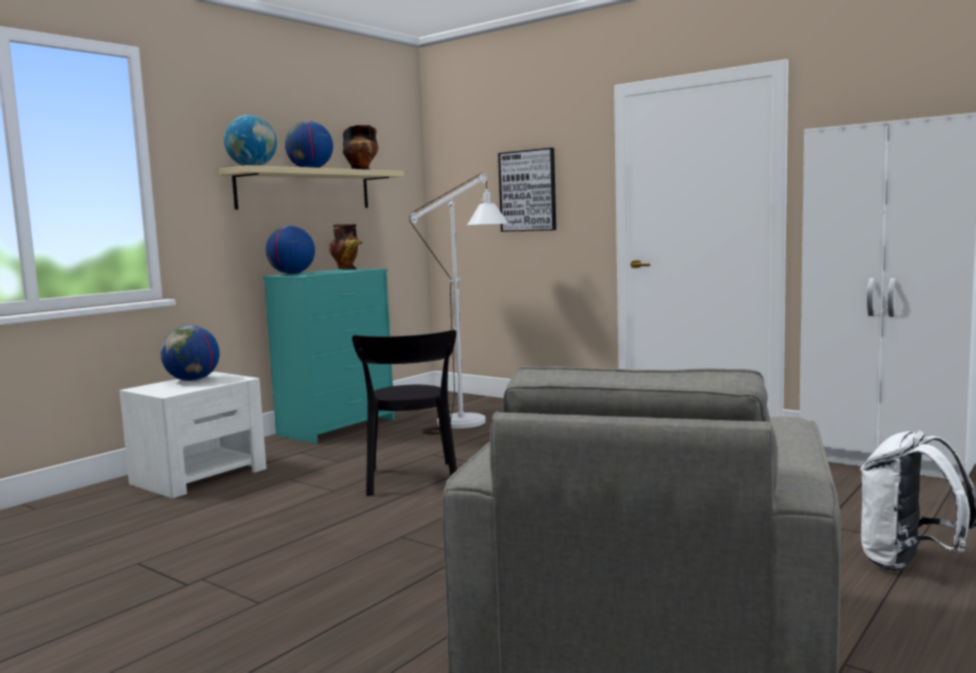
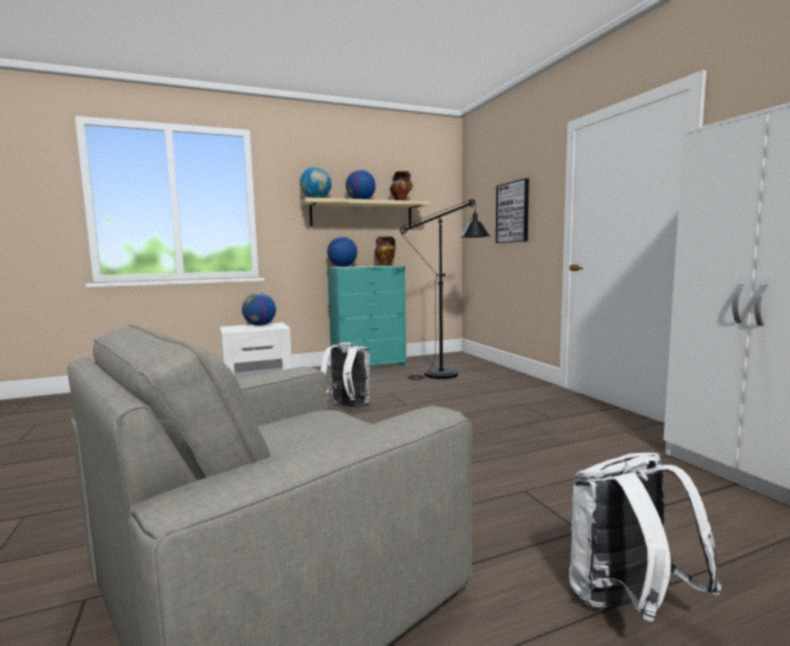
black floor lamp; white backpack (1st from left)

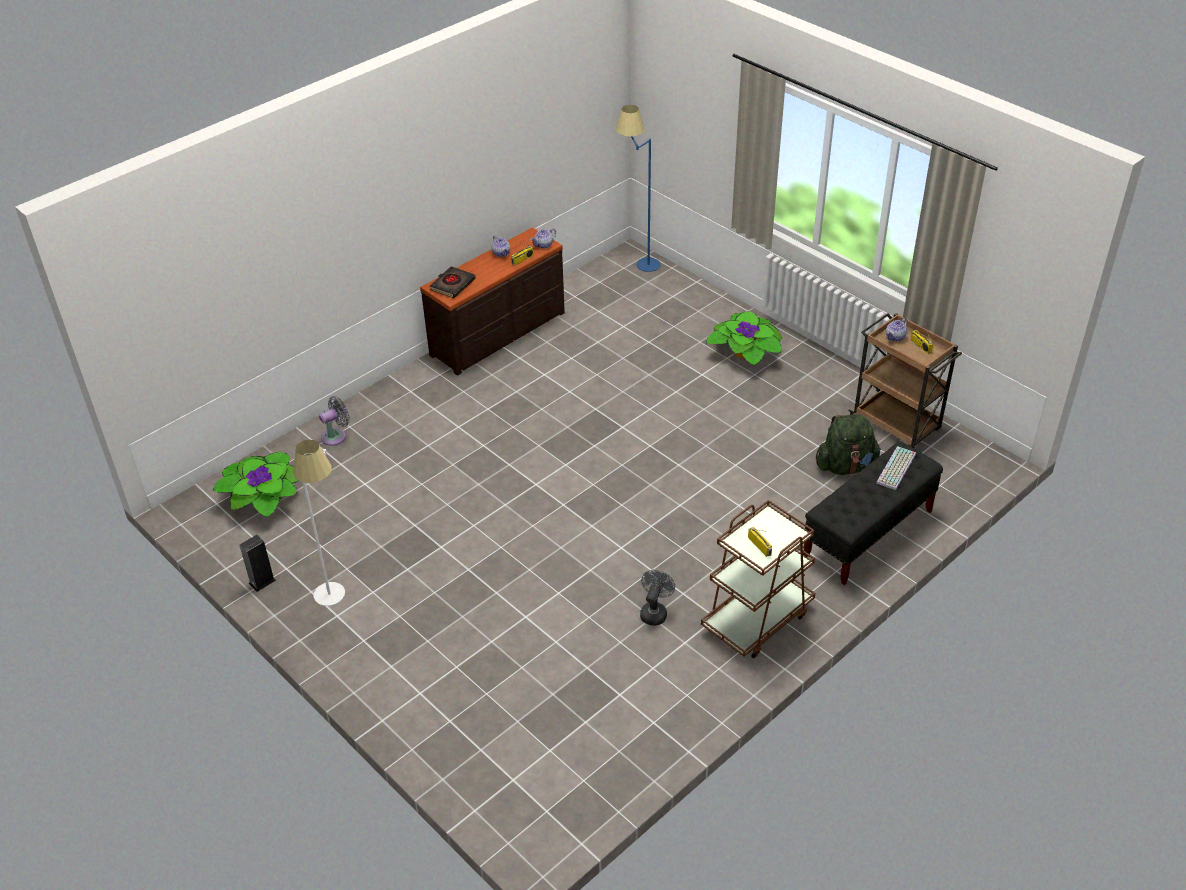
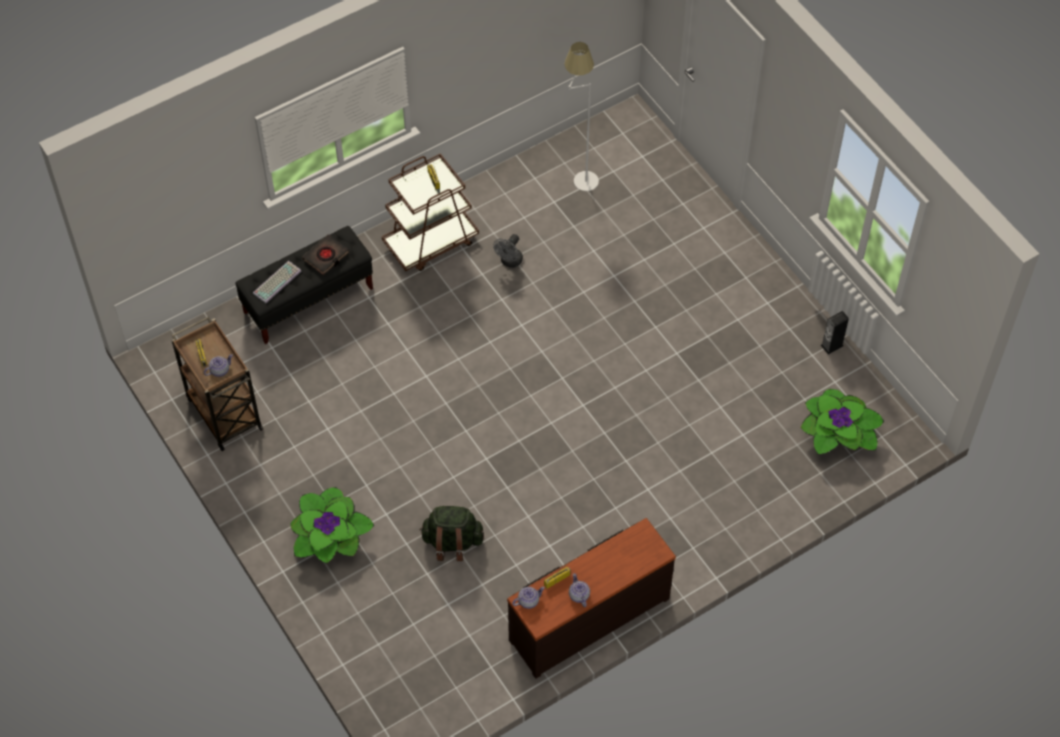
blue floor lamp; black book; grey fan (1st from left in the first image); green backpack; white floor lamp

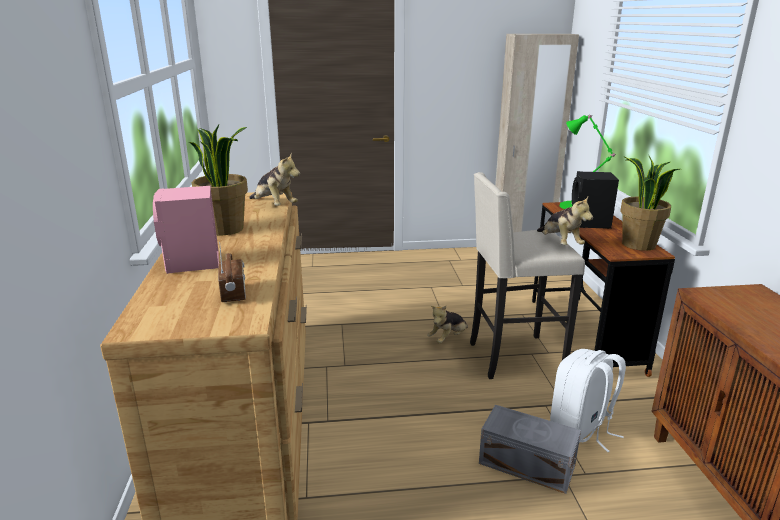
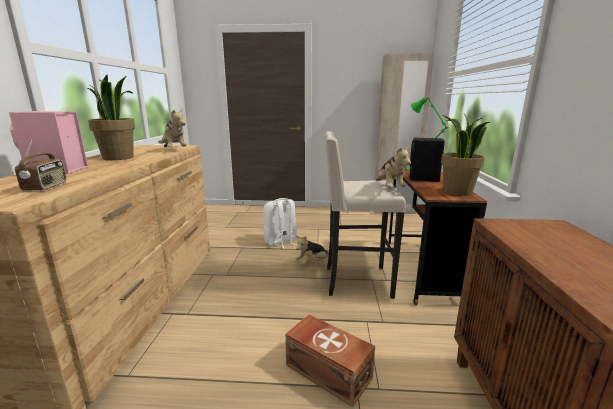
white backpack; brown storage box

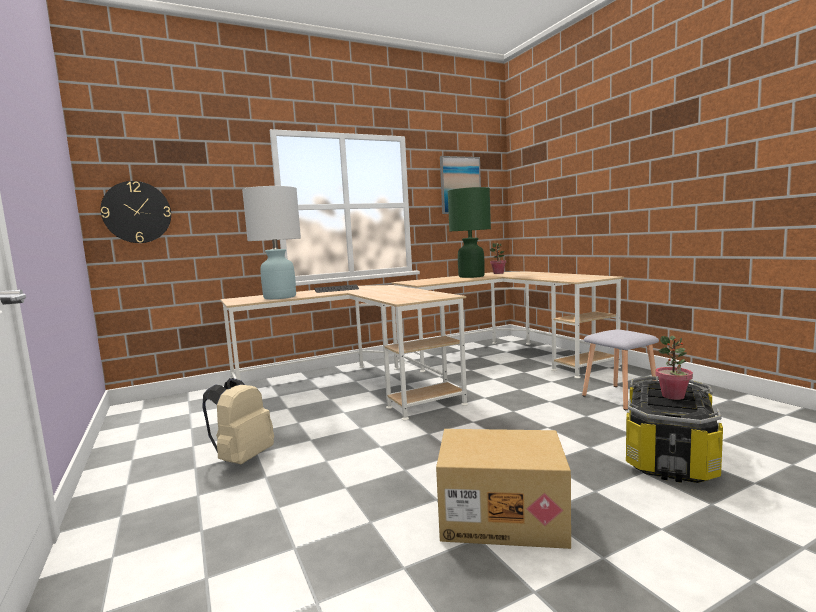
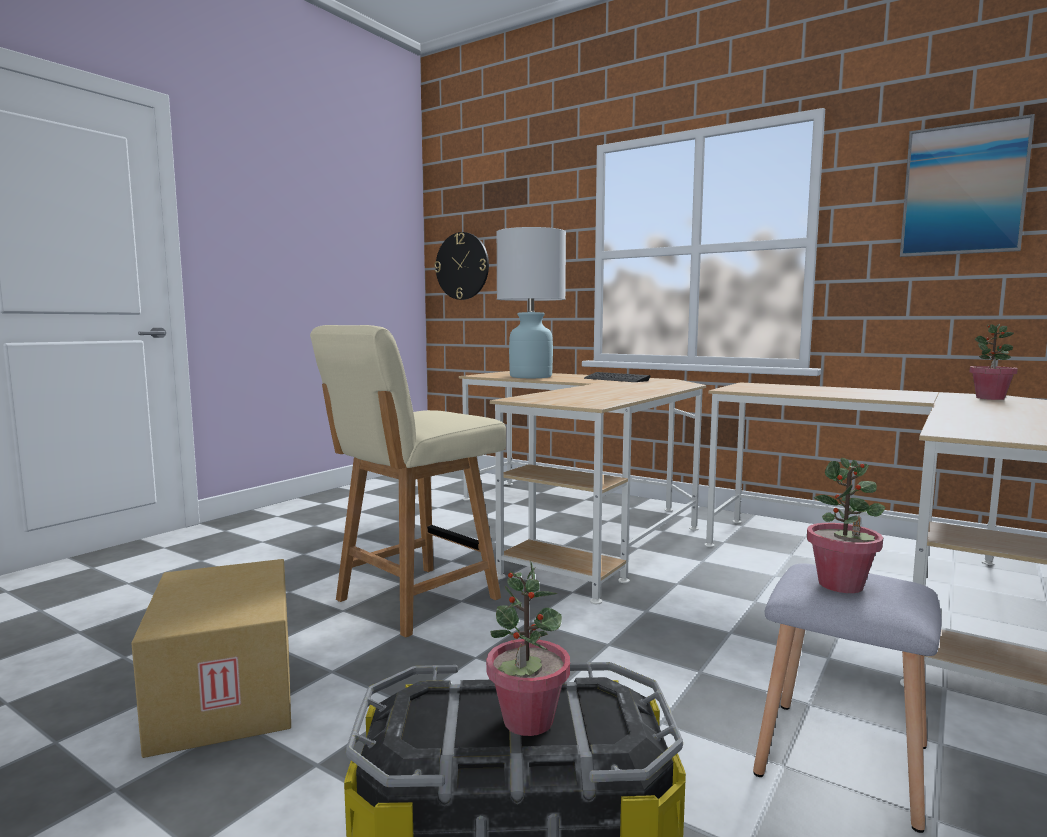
green table lamp; beige backpack; beige chair; potted plant (2nd from left)

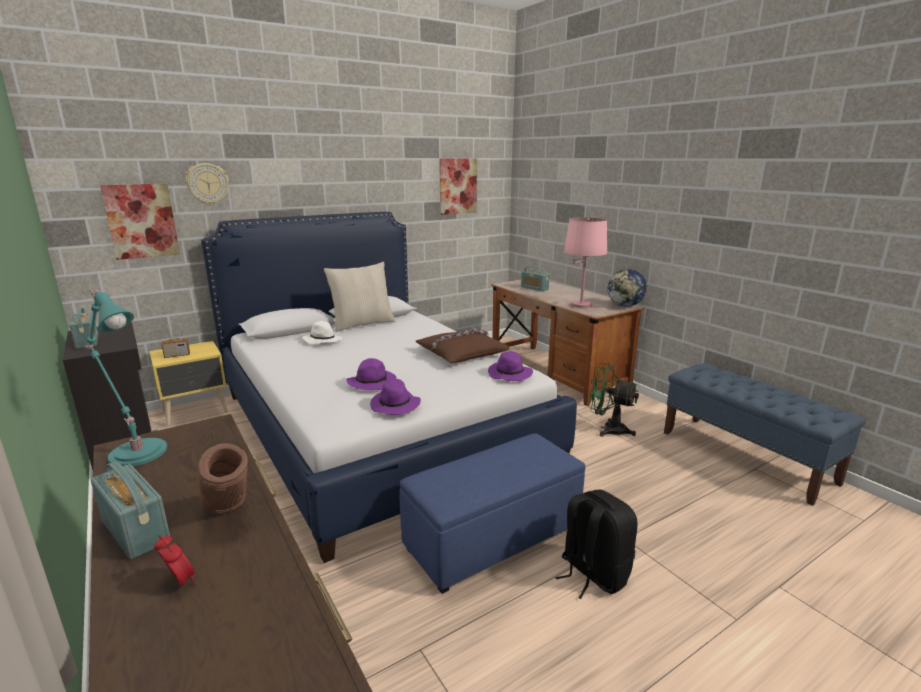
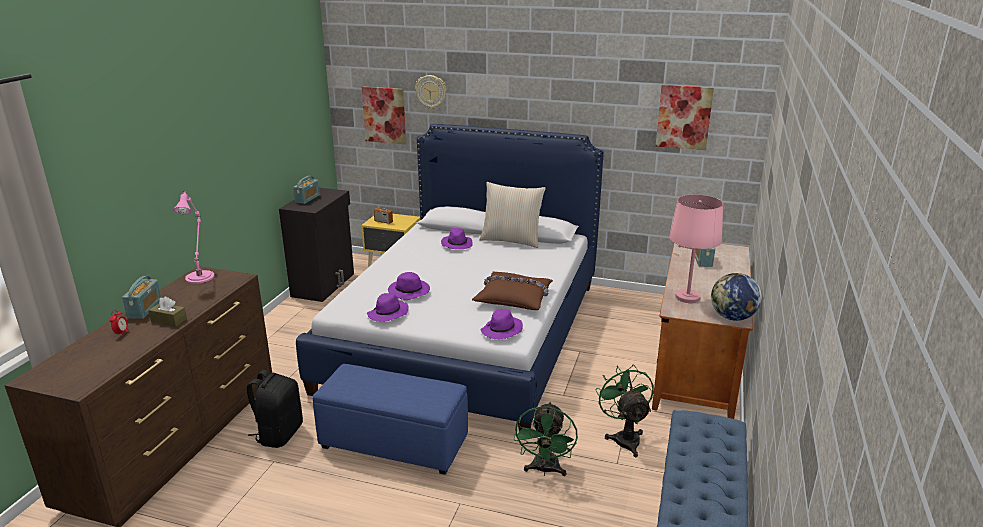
pink table lamp (1st from left); purple hat (3rd from left); brown tissue box; black backpack; green fan (1st from left)

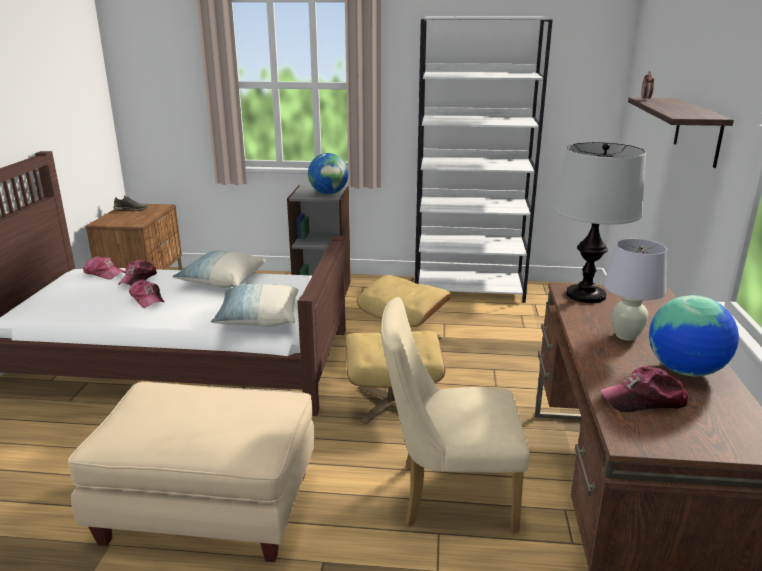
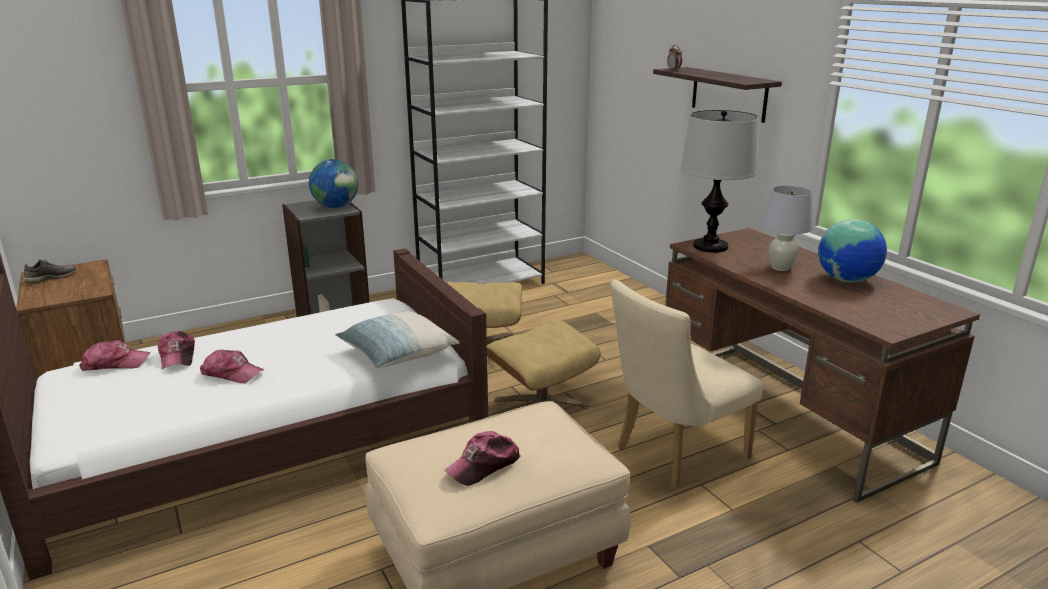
pillow (1st from left in the first image); cap (4th from left)

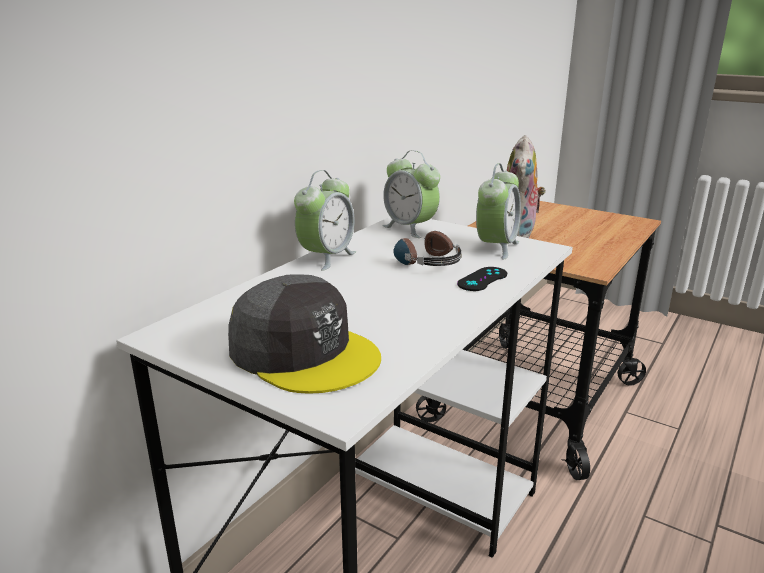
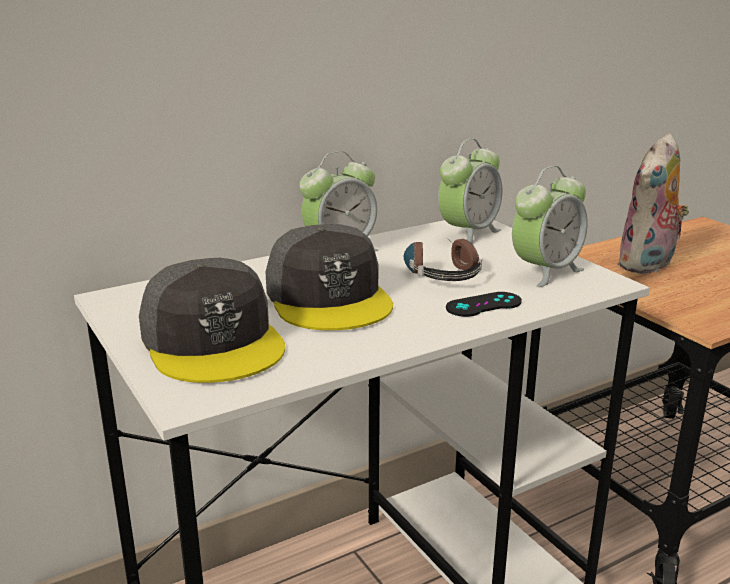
alarm clock (2nd from left); grey cap (2nd from left)

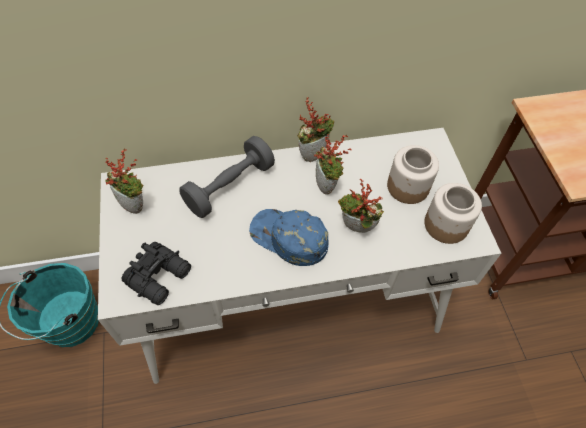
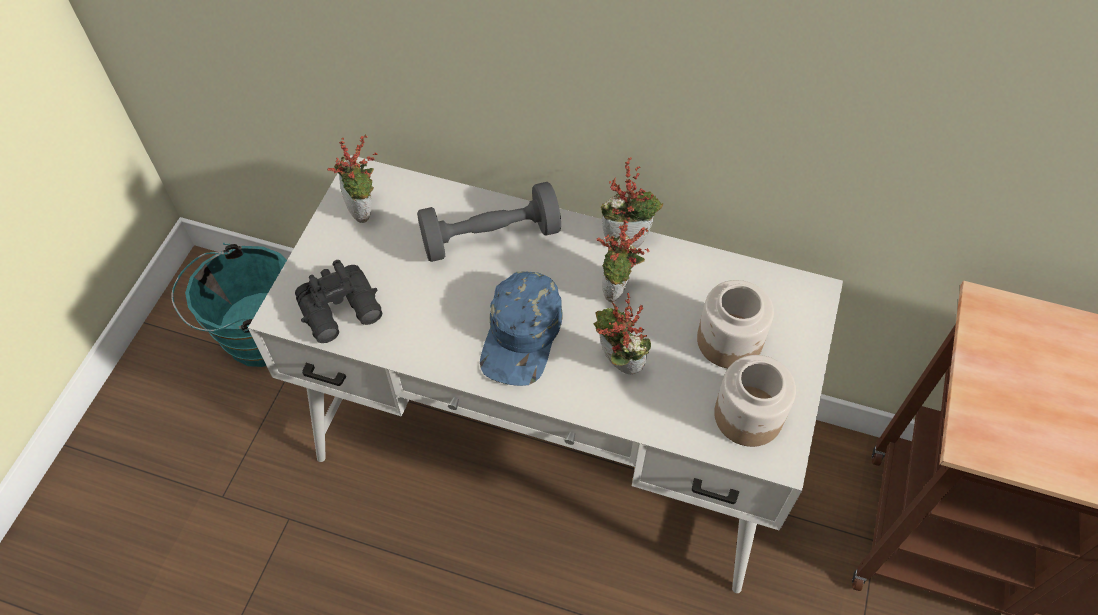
blue cap

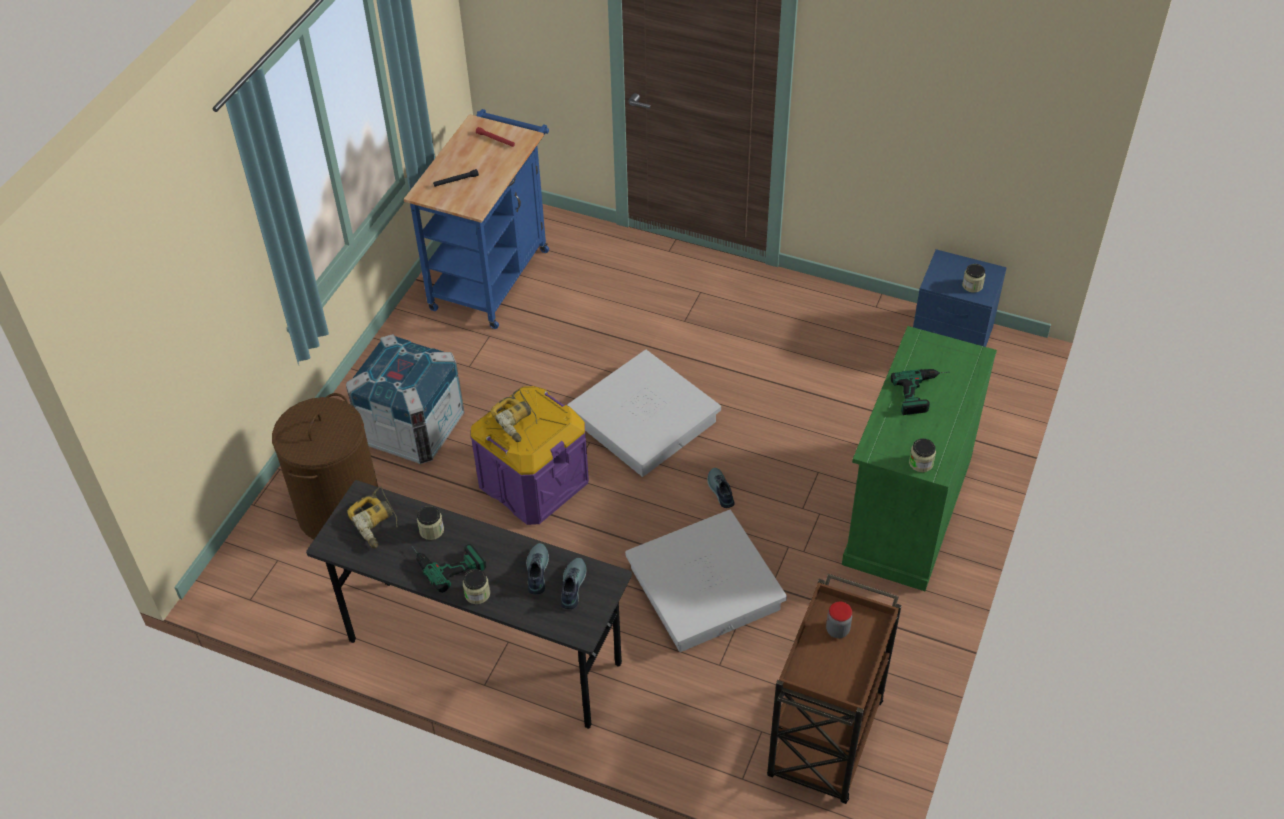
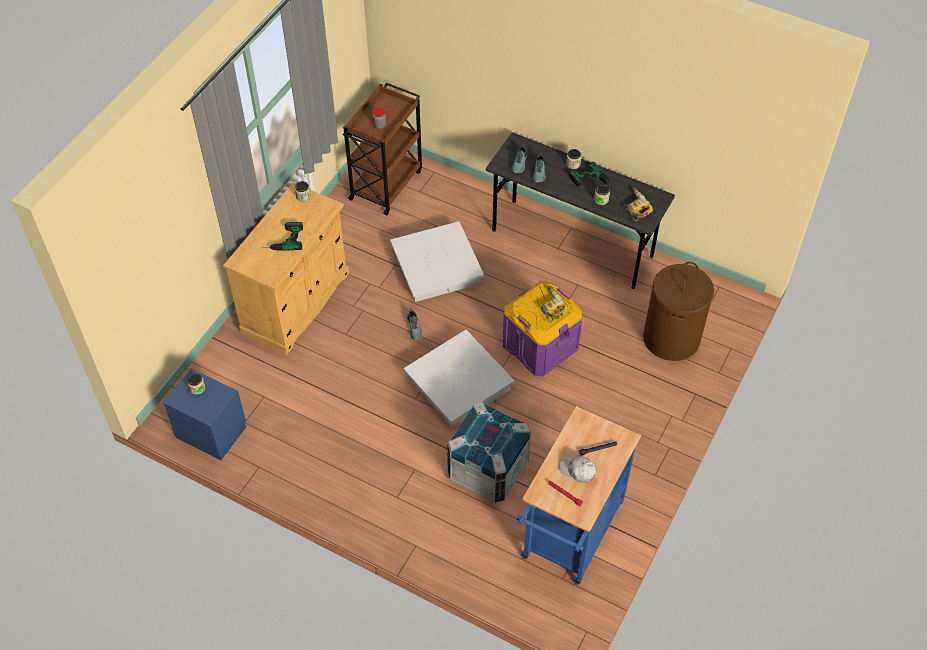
beige cabinet; crate; white cap

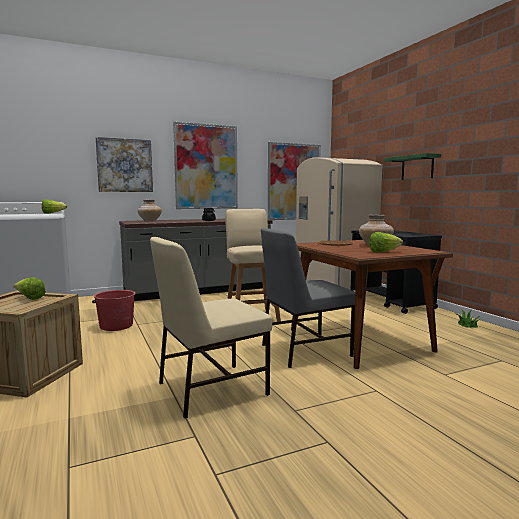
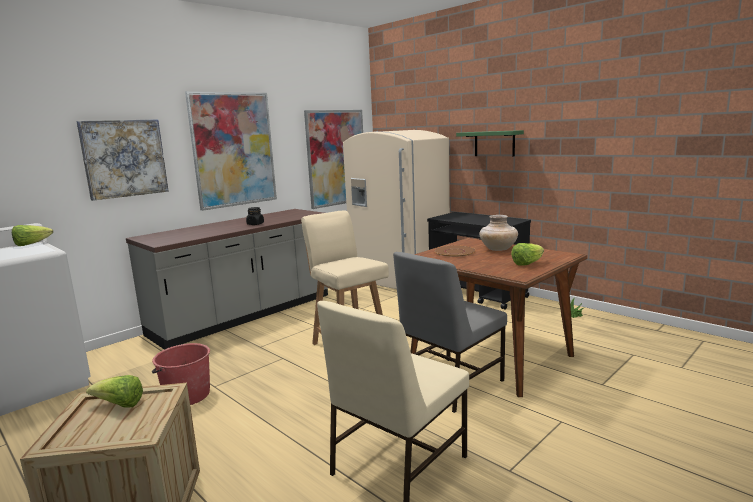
beige vase (1st from left in the first image)

